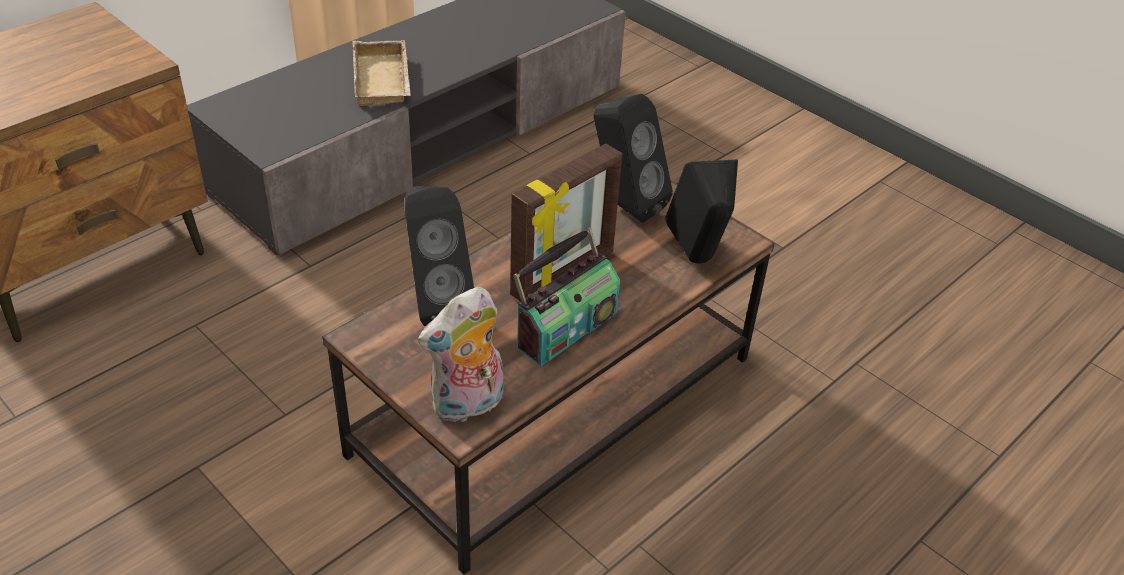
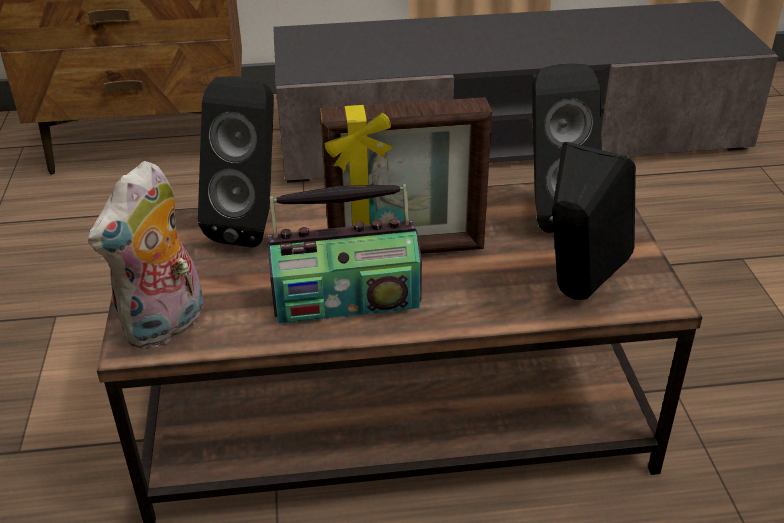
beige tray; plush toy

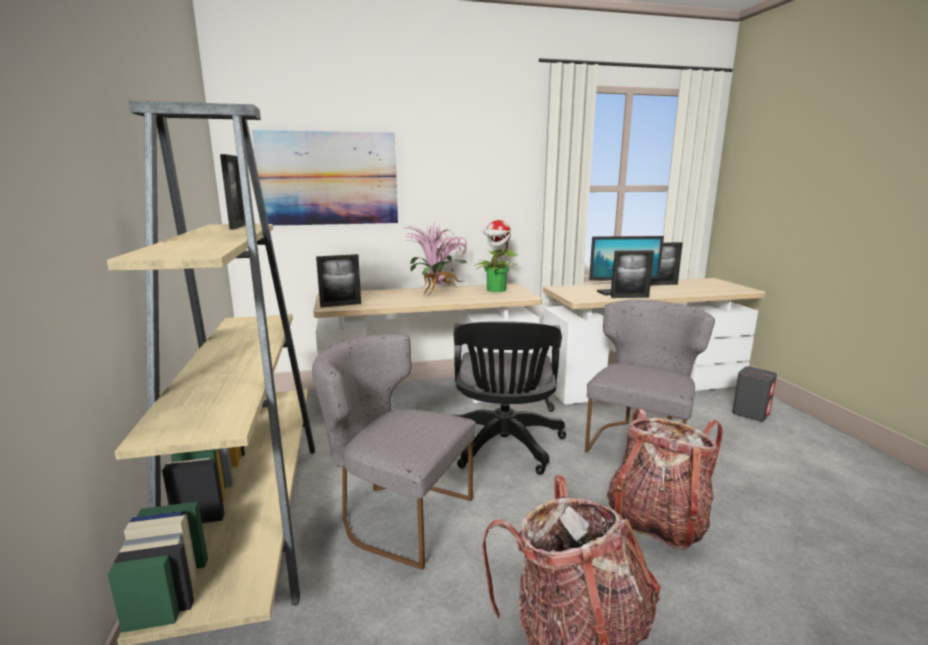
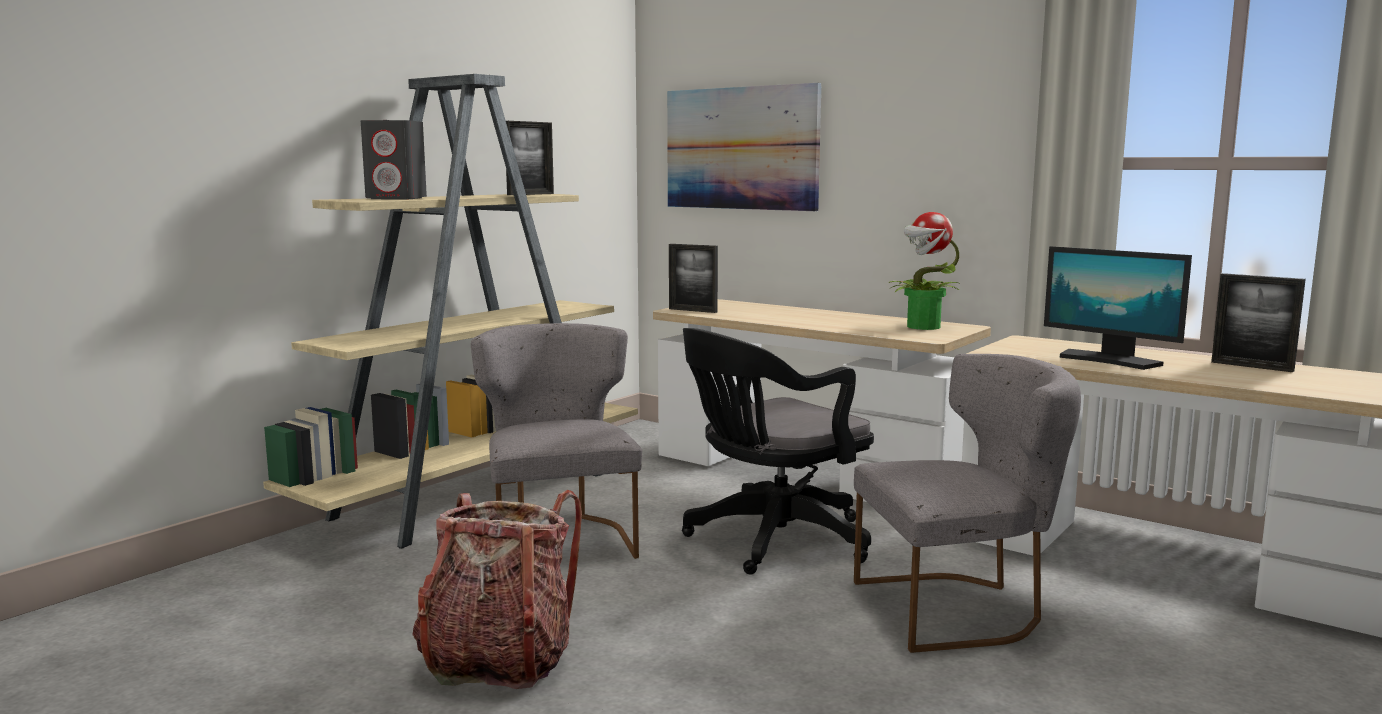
potted plant (1st from left in the first image); picture frame (3rd from left in the first image); grey speaker; backpack (2nd from left in the first image)

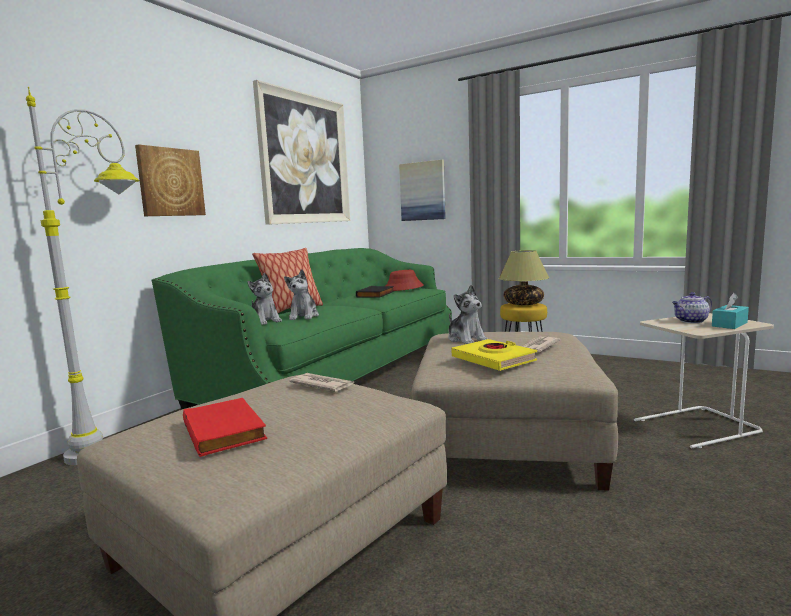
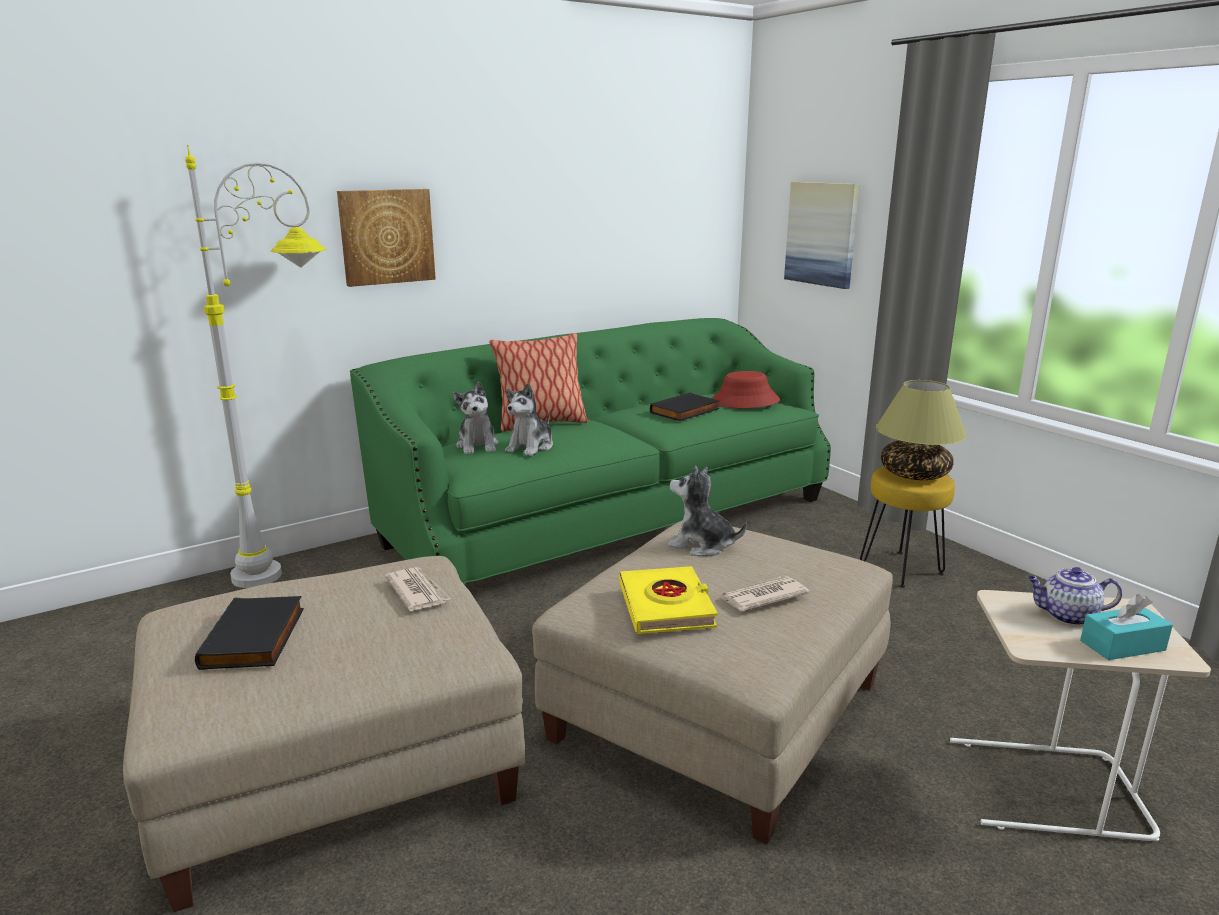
picture (2nd from left in the first image); plush toy (3rd from left); black book (1st from left)

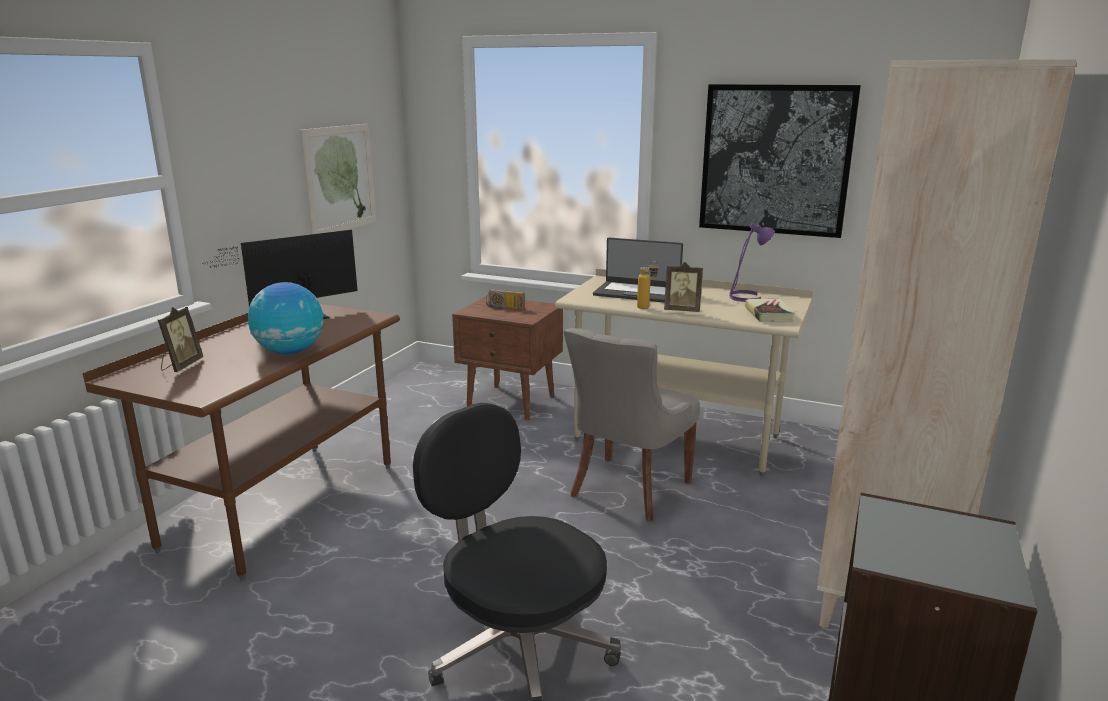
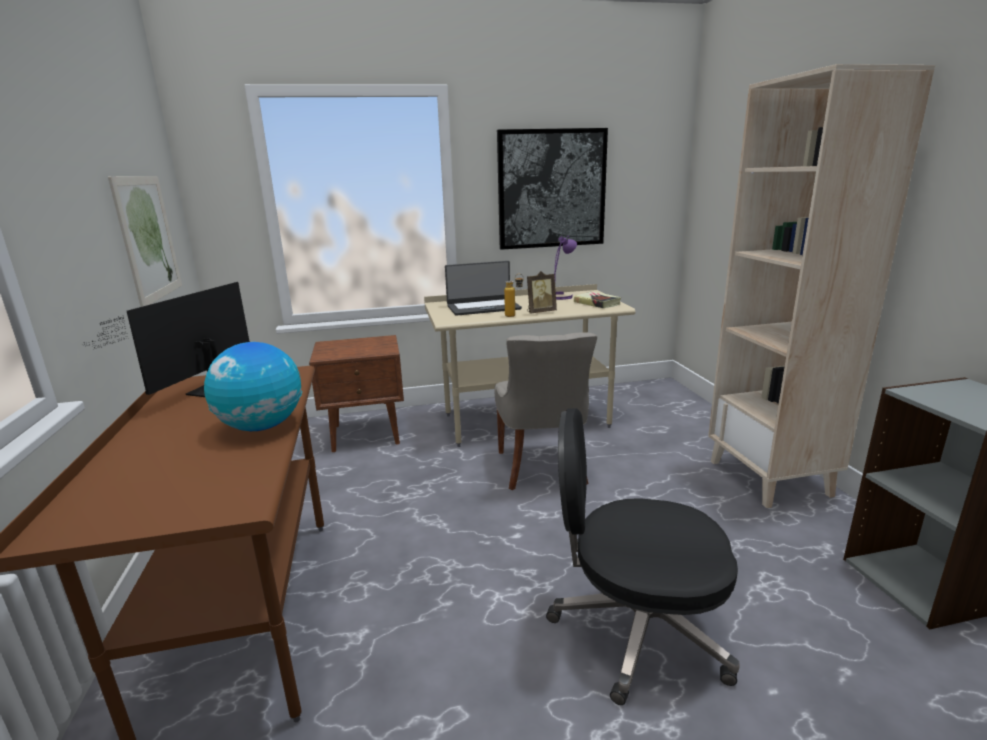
radio; picture frame (1st from left in the first image)

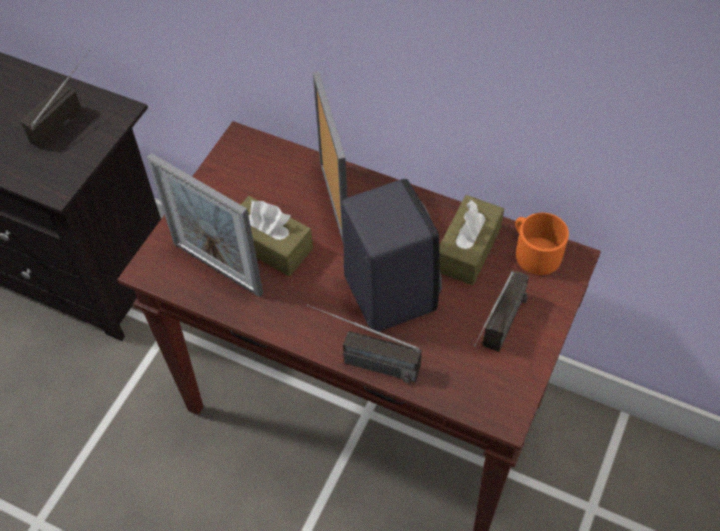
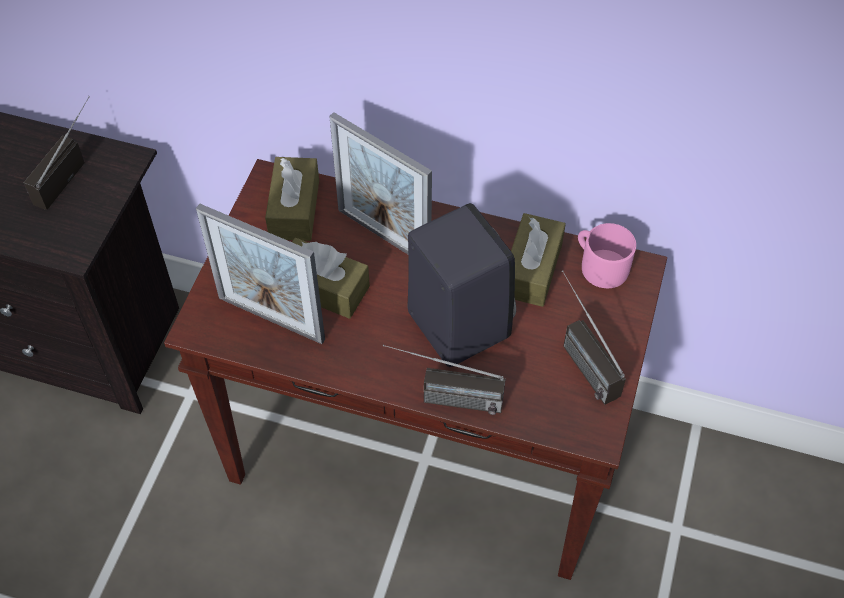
picture frame (2nd from left); pink mug; radio (3rd from left); brown tissue box (1st from left)

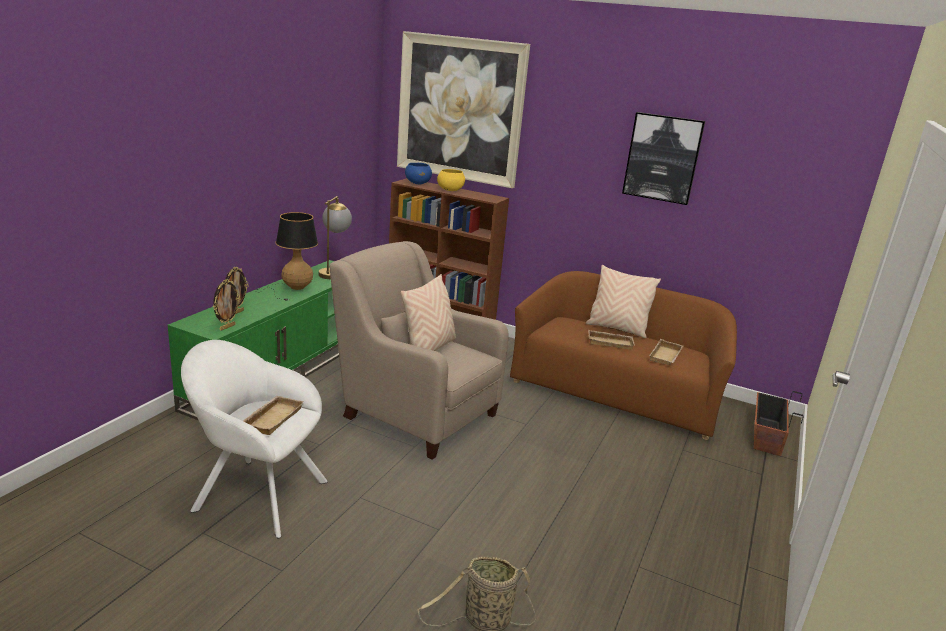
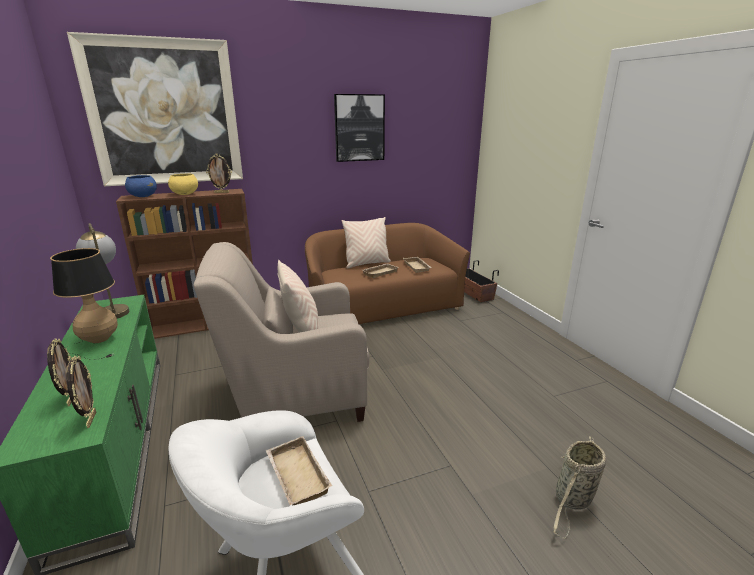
picture frame (3rd from left)

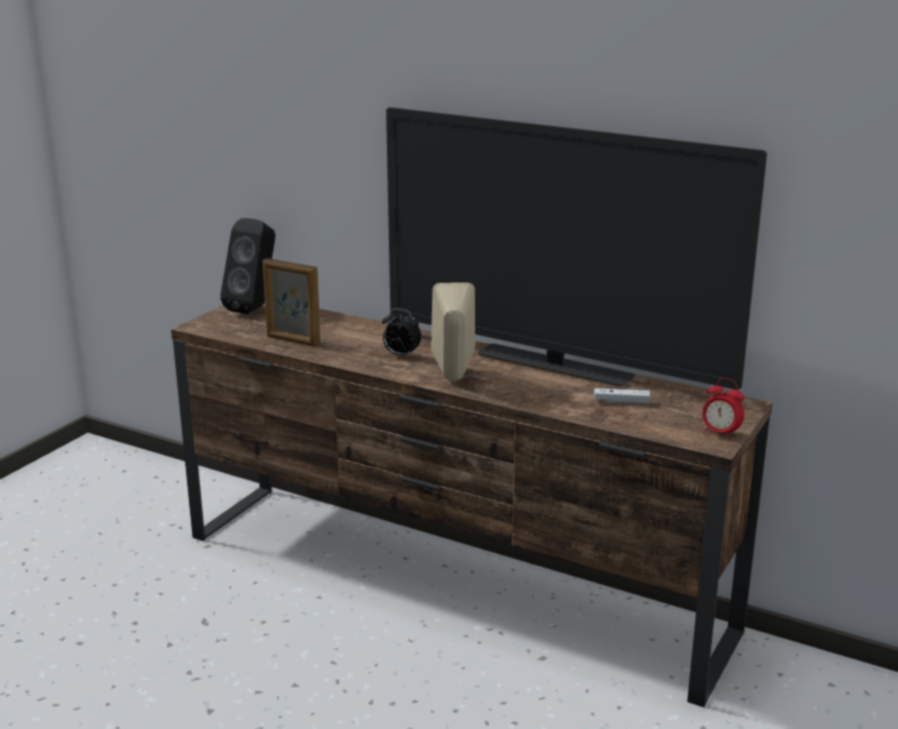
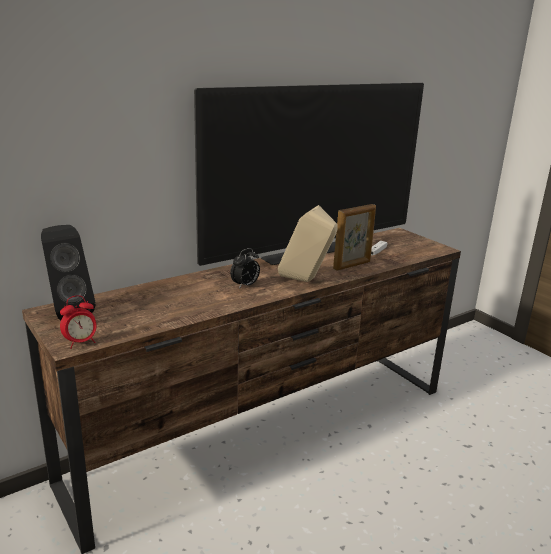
picture frame; alarm clock (1st from left)

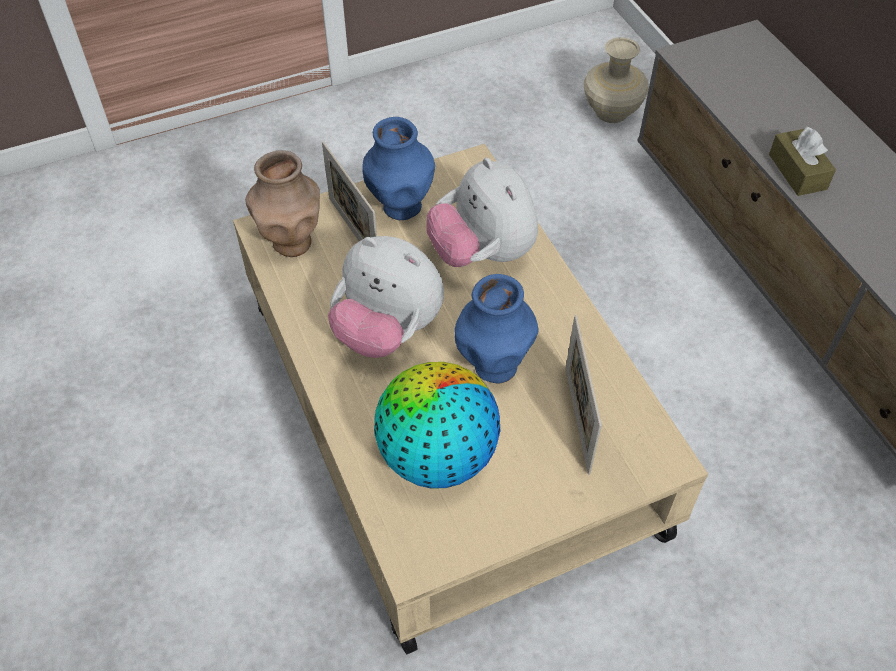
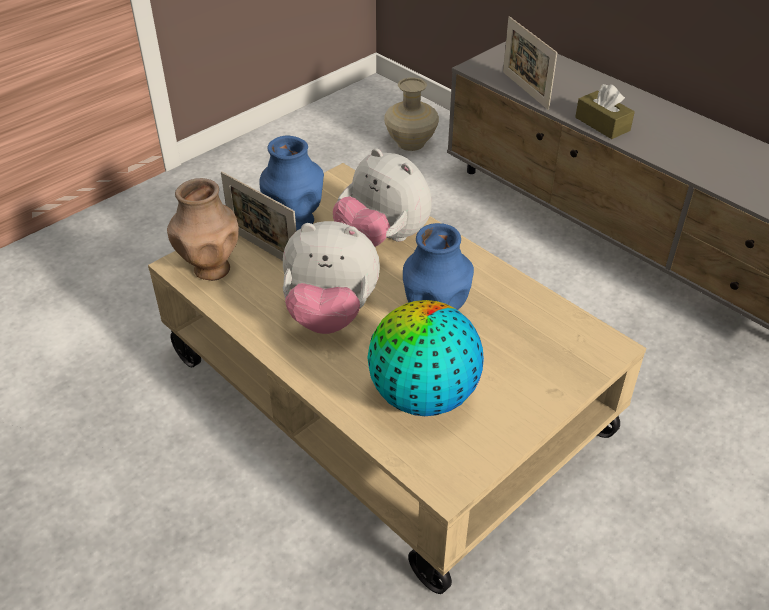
picture frame (2nd from left)

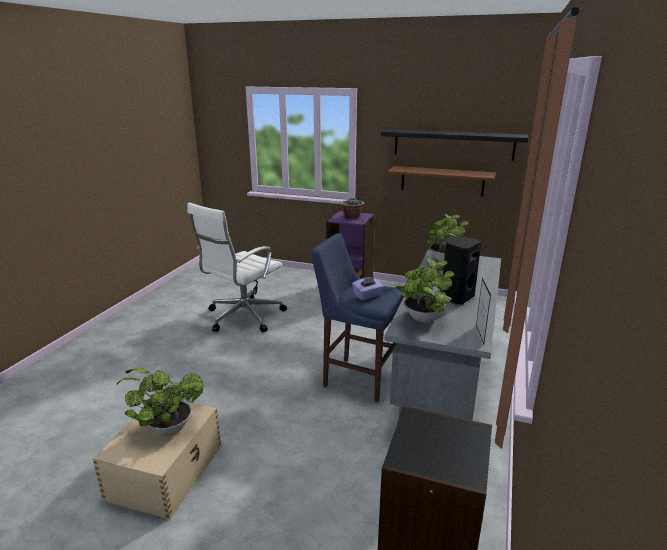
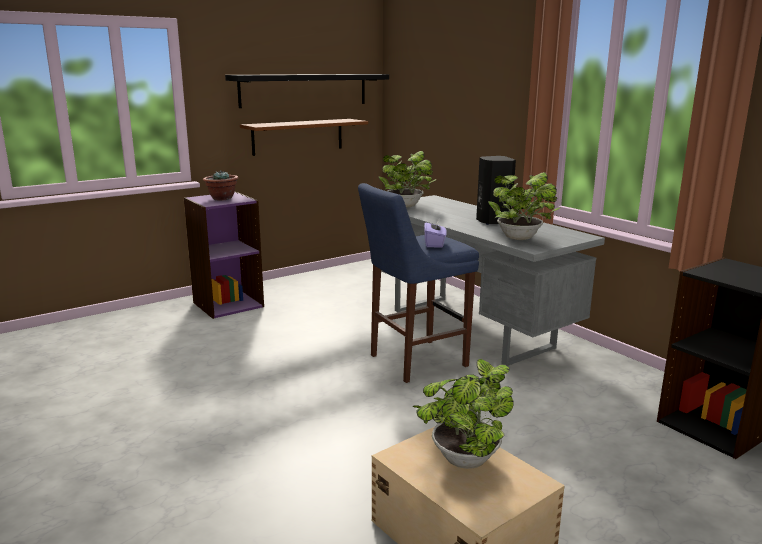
white office chair; picture frame

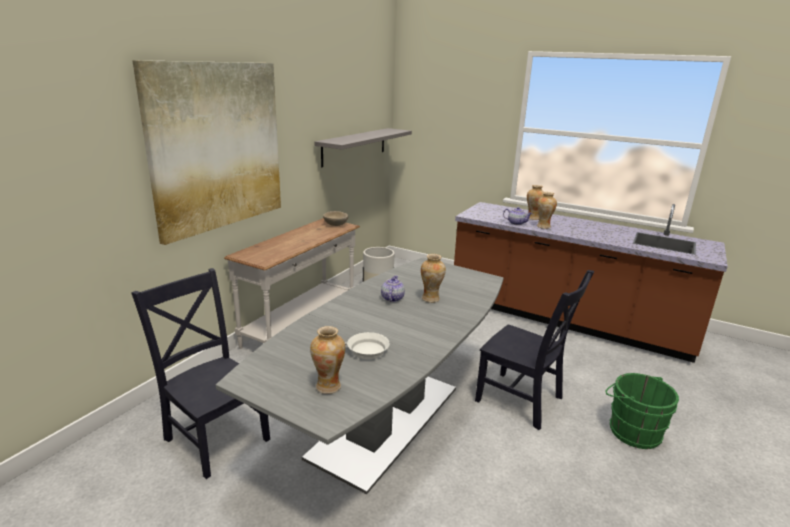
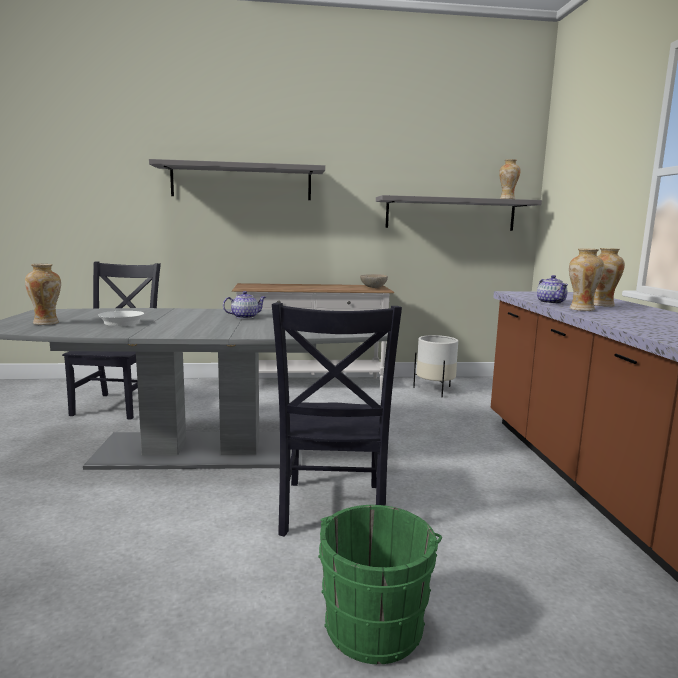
grey shelf (1st from left); vase (2nd from left)

